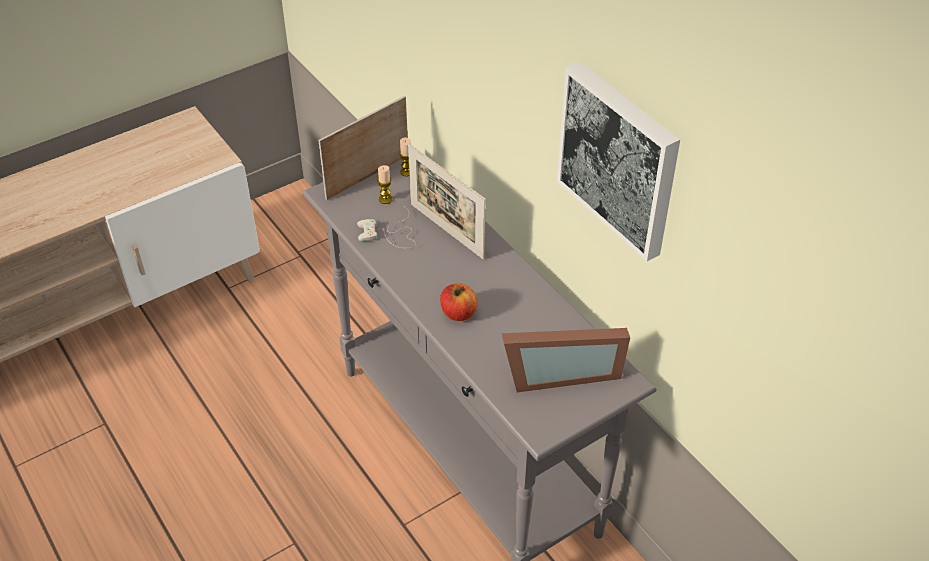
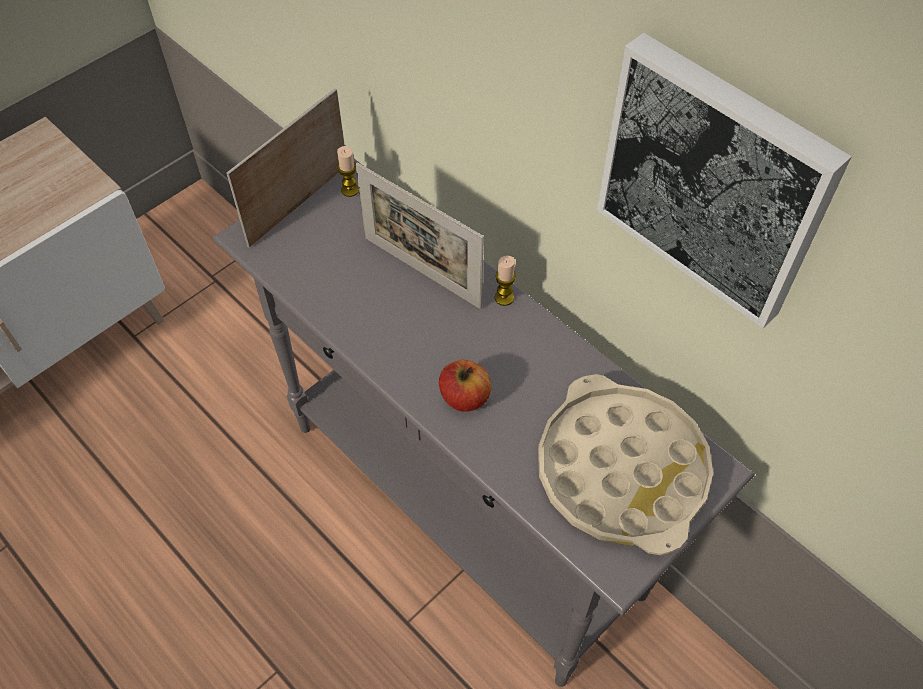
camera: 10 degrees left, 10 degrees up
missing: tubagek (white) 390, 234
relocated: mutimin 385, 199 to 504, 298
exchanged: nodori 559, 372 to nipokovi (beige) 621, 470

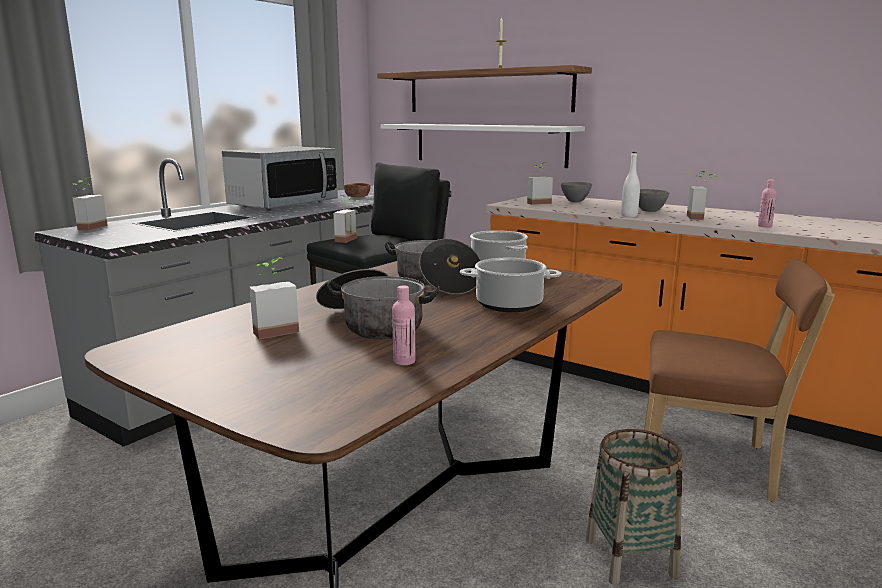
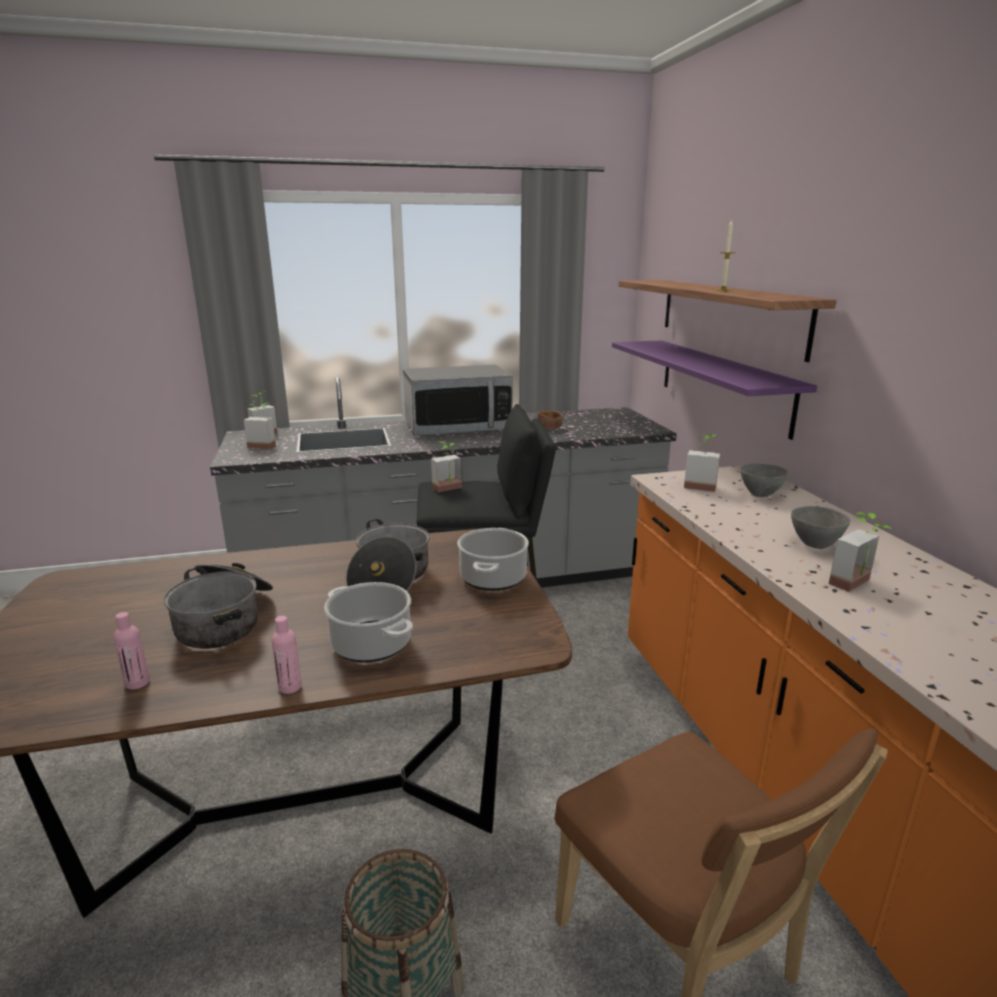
camera: 40 degrees right, 5 degrees up
missing: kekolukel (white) 629, 216
relocated: kekolukel (pink) 764, 226 to 290, 687; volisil 273, 330 to 264, 445
colour: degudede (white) 488, 144 to degudede (purple) 722, 384

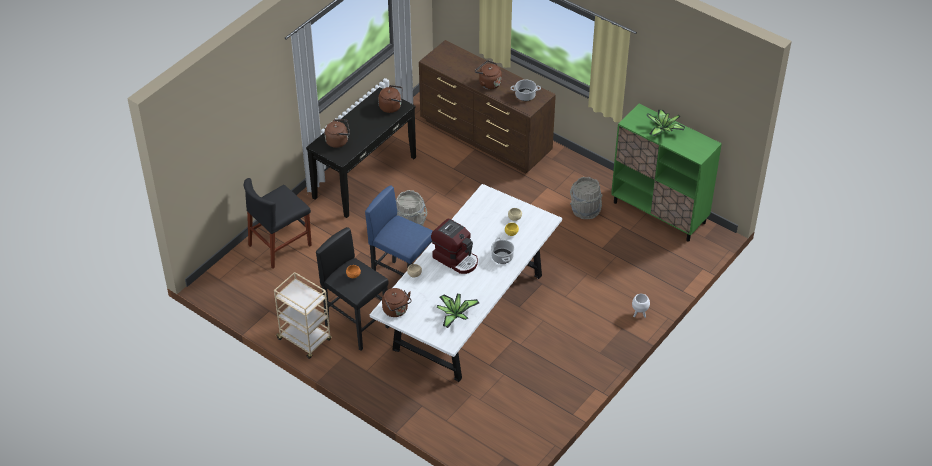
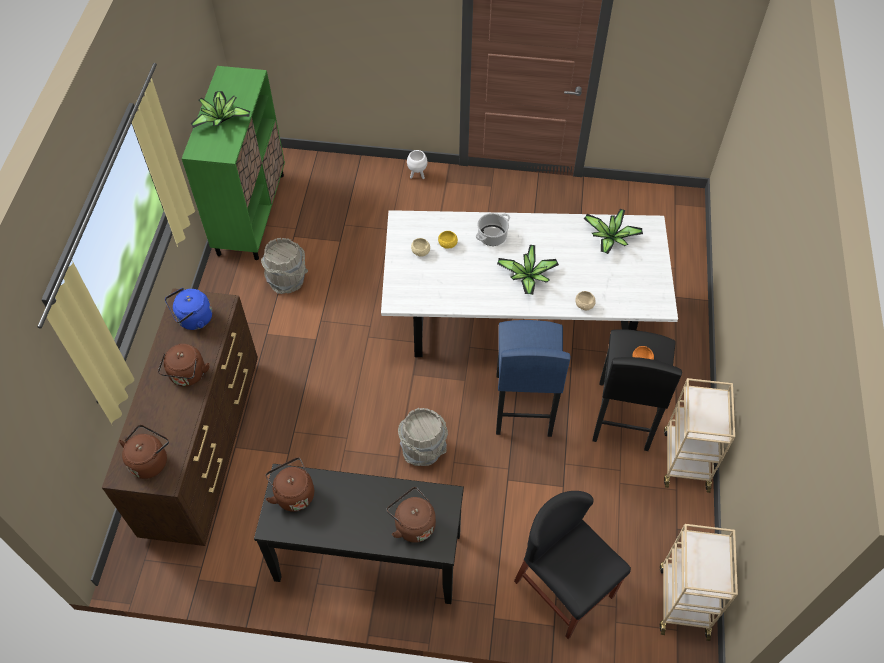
camera: 120 degrees left, 10 degrees up
appeared: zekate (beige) 683, 600
relocated: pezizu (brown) 396, 310 to 150, 460
exchanged: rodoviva 525, 95 to pezizu (blue) 193, 319; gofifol 456, 259 to volisil 528, 277
spun: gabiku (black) 280, 245 = 564, 589 150 degrees counterclockwise

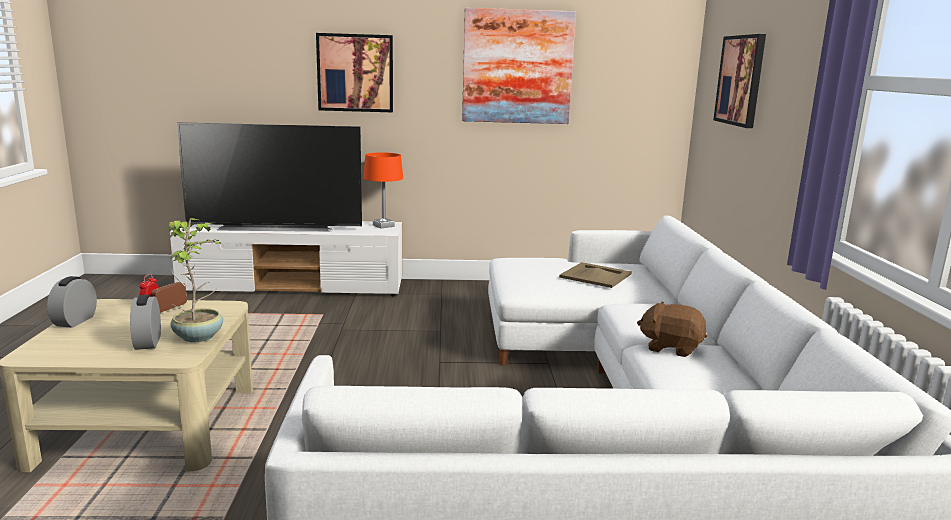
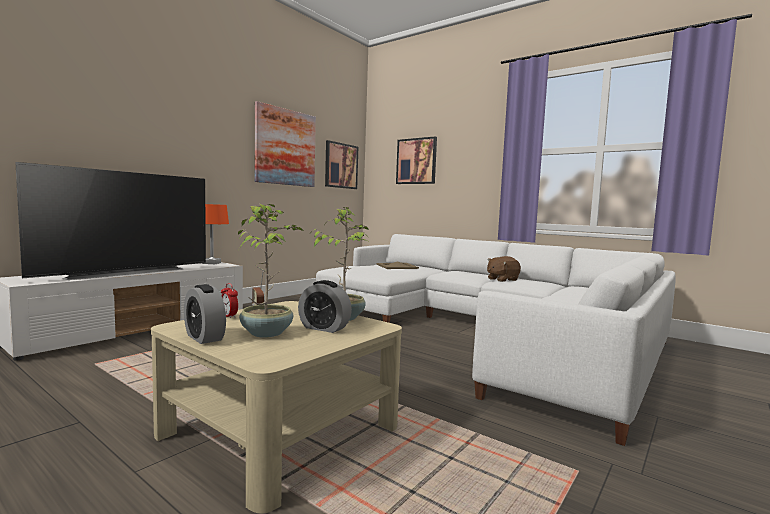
camera: 50 degrees left, 10 degrees down
appeared: volisil 267, 332
relocated: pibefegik 355, 73 to 341, 165

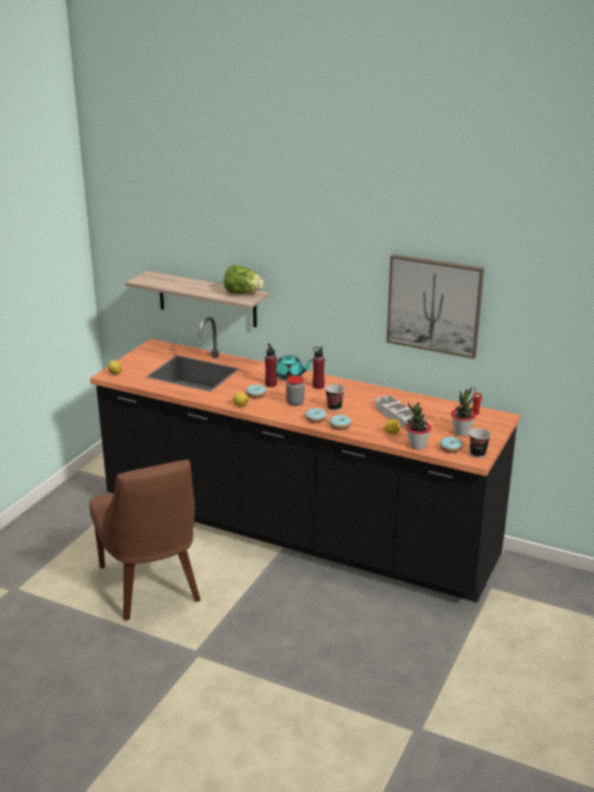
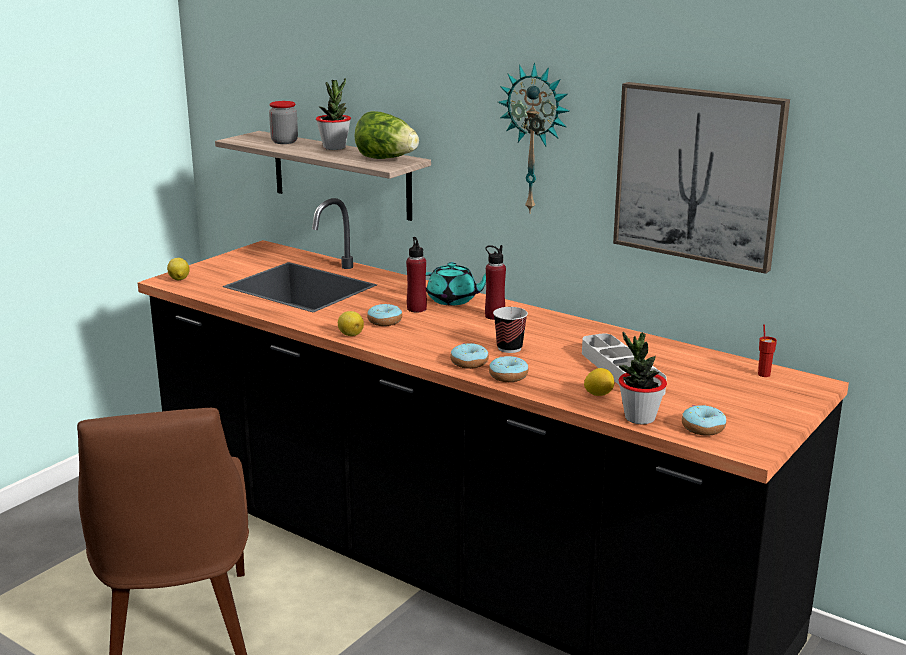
camera: 10 degrees right, 5 degrees down
missing: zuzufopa 478, 454
appeared: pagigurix 535, 139
relocated: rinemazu 295, 402 to 284, 142; volisil 462, 432 to 334, 147

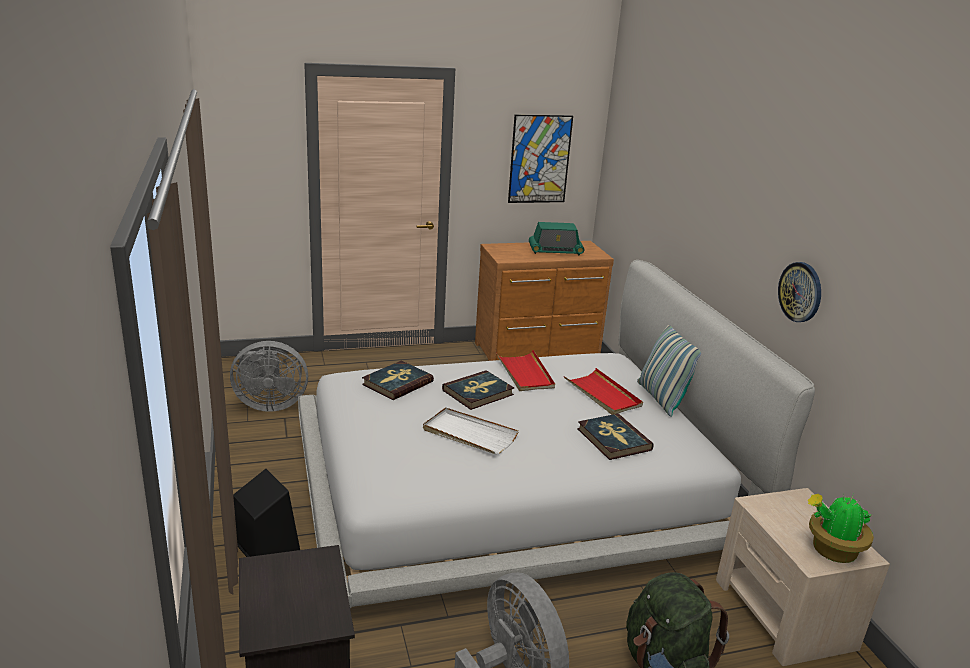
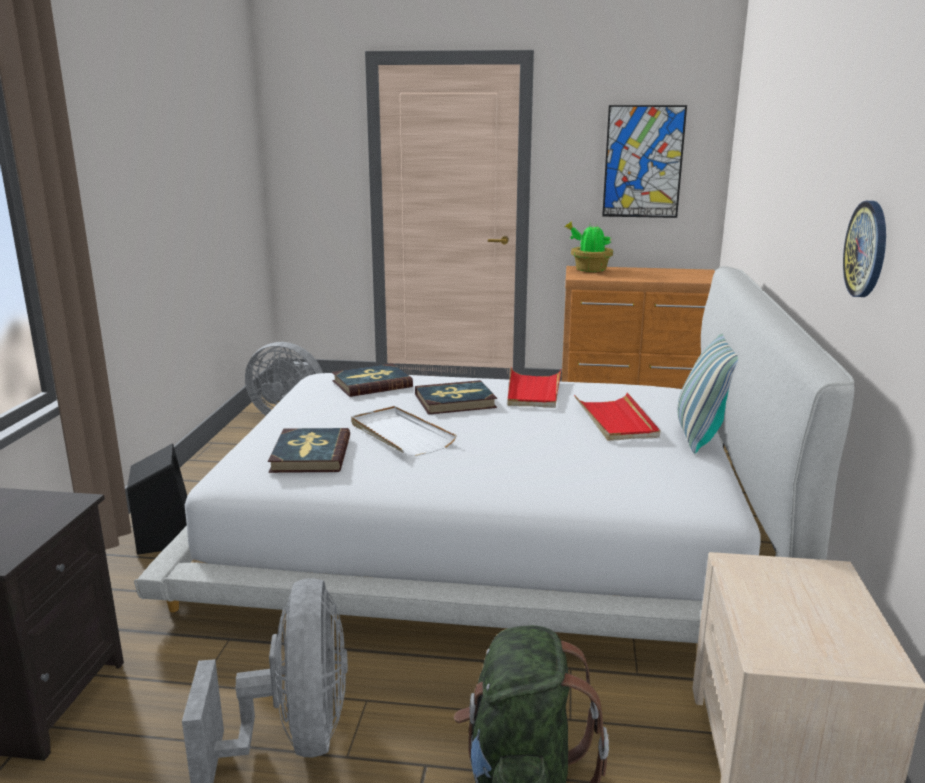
camera: 25 degrees right, 5 degrees down
missing: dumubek 555, 251
relocated: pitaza 613, 439 to 310, 455; volisil 832, 551 to 589, 270

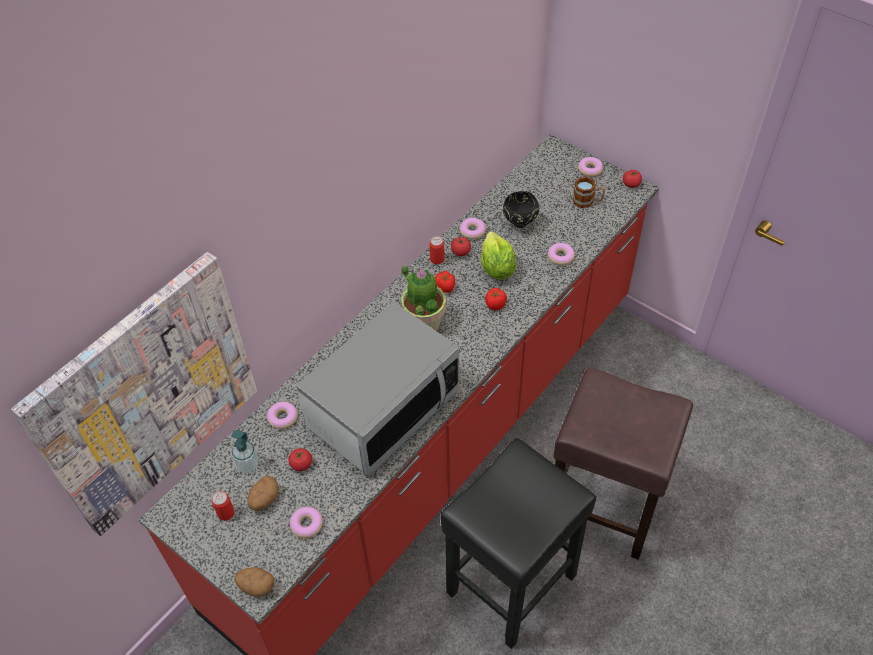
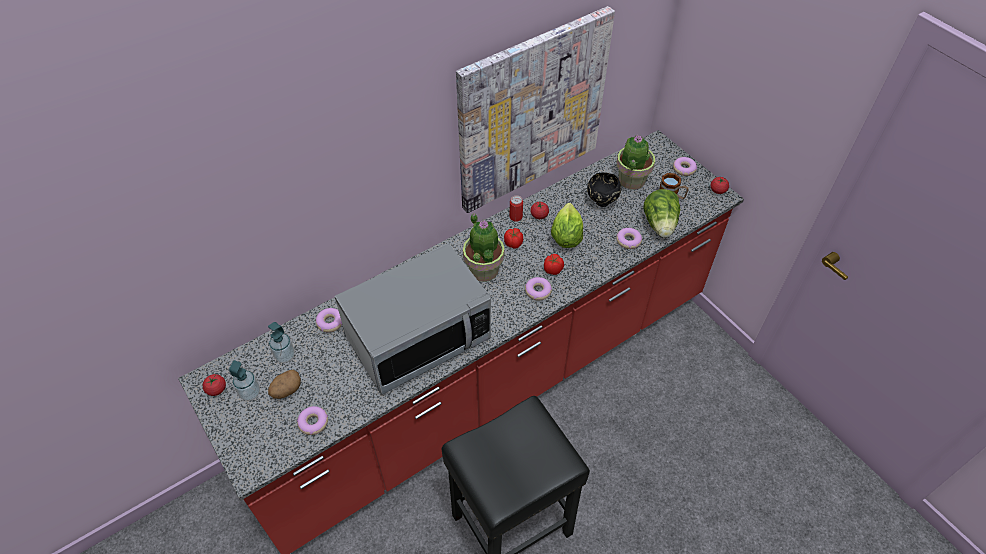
camera: 15 degrees right, 0 degrees up
missing: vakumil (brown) 605, 508; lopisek 256, 586
appeared: volisil 631, 180; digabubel 660, 225
relocated: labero 472, 231 to 538, 291; pibefegik 147, 395 to 531, 111; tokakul 301, 464 to 216, 389
exchanged: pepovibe 226, 513 to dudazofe 250, 393

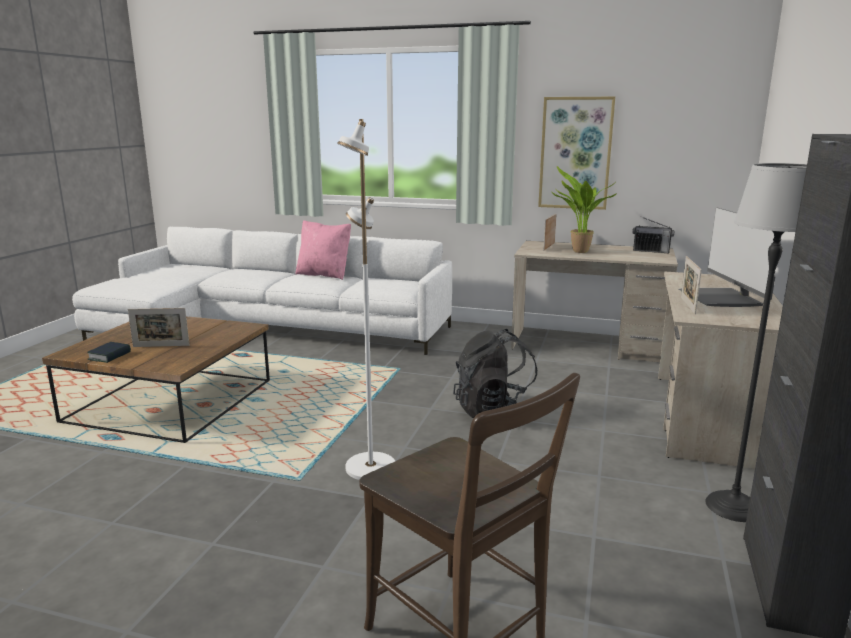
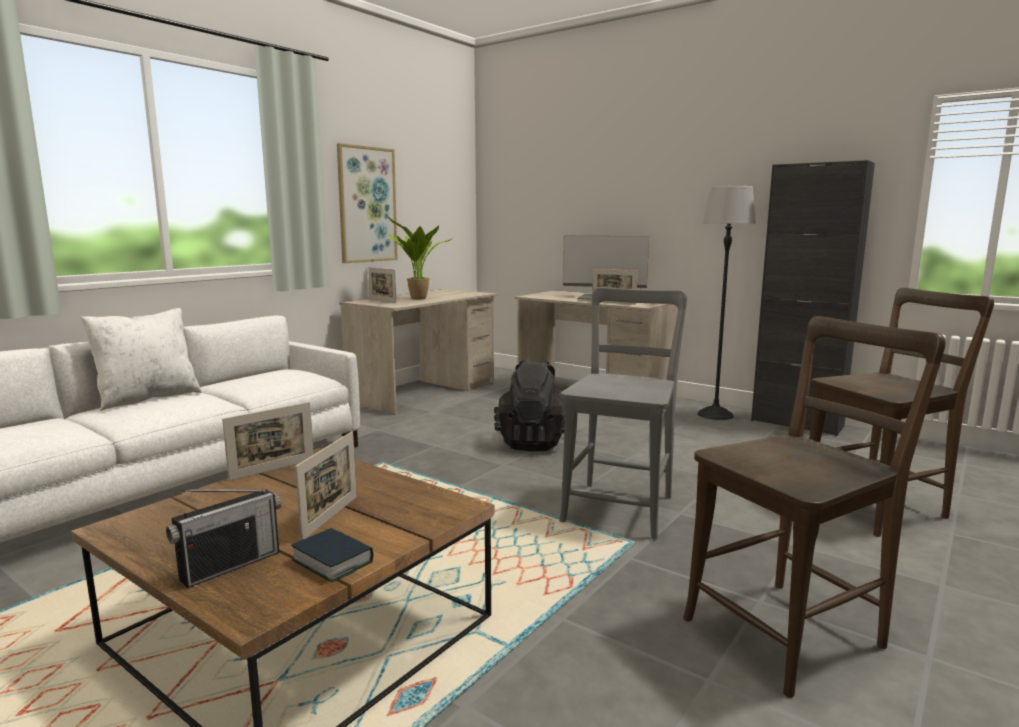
camera: 70 degrees left, 5 degrees down
appeared: gabiku (brown) 790, 630; nodori 273, 469
relocated: dumubek 651, 251 to 230, 565
exchanged: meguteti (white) 369, 468 to gabiku (grey) 620, 506
colour: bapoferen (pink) 324, 275 to bapoferen (white) 148, 398

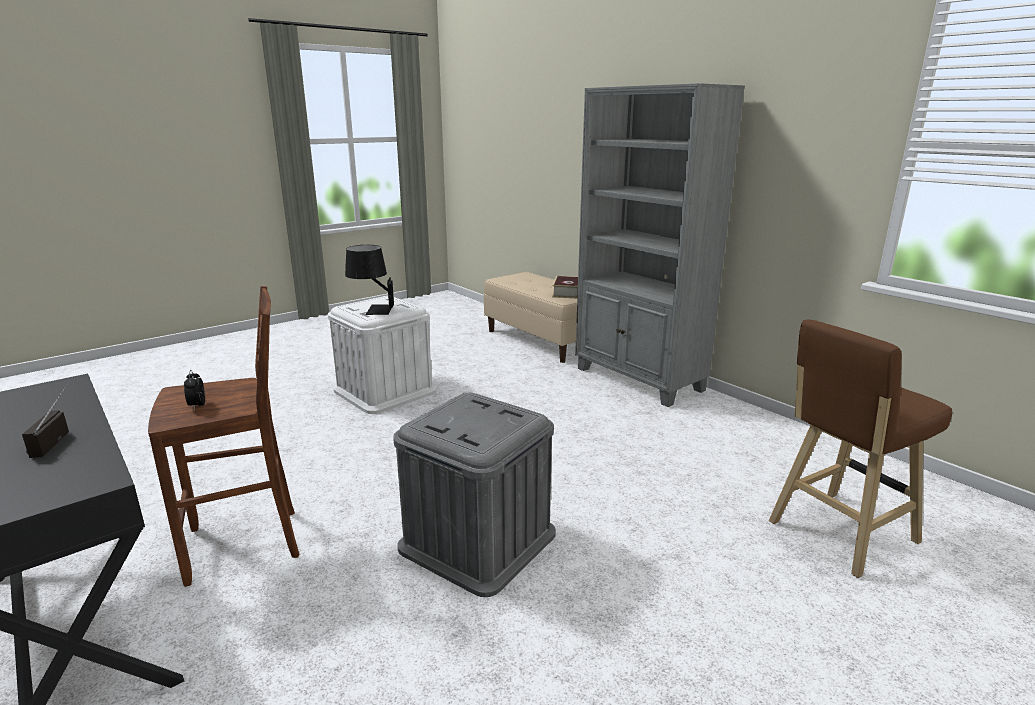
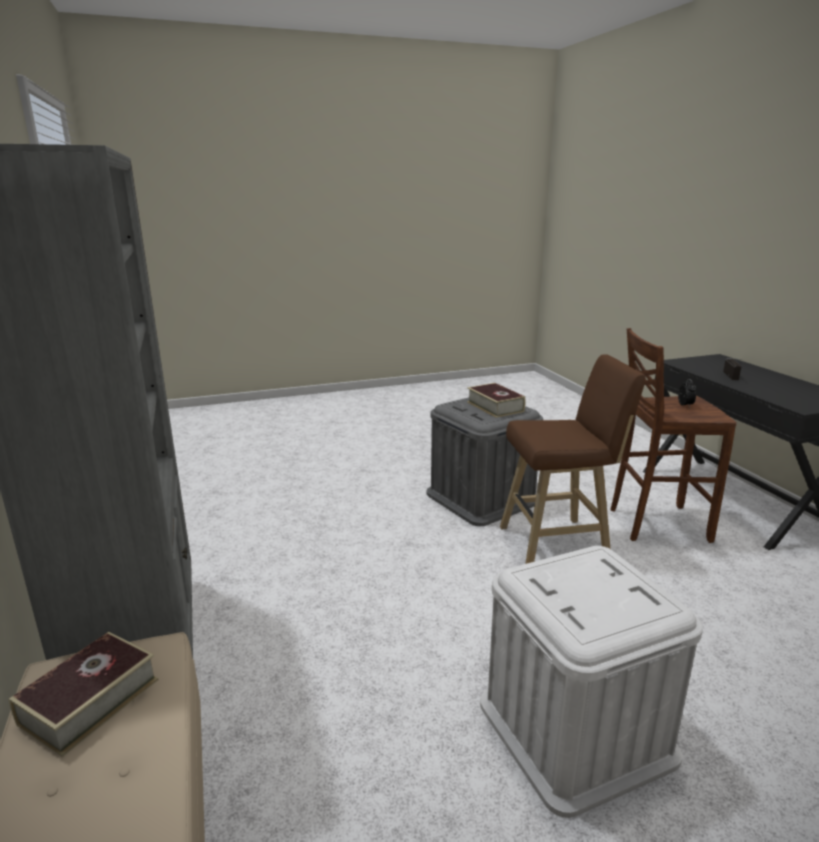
camera: 160 degrees left, 0 degrees up
missing: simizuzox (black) 371, 309
appeared: pitaza 495, 407
relocated: vakumil (brown) 838, 534 to 558, 544

